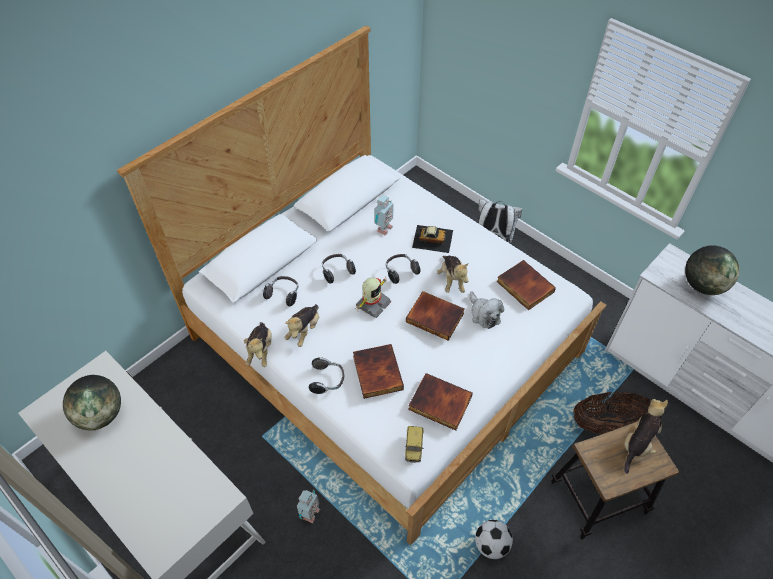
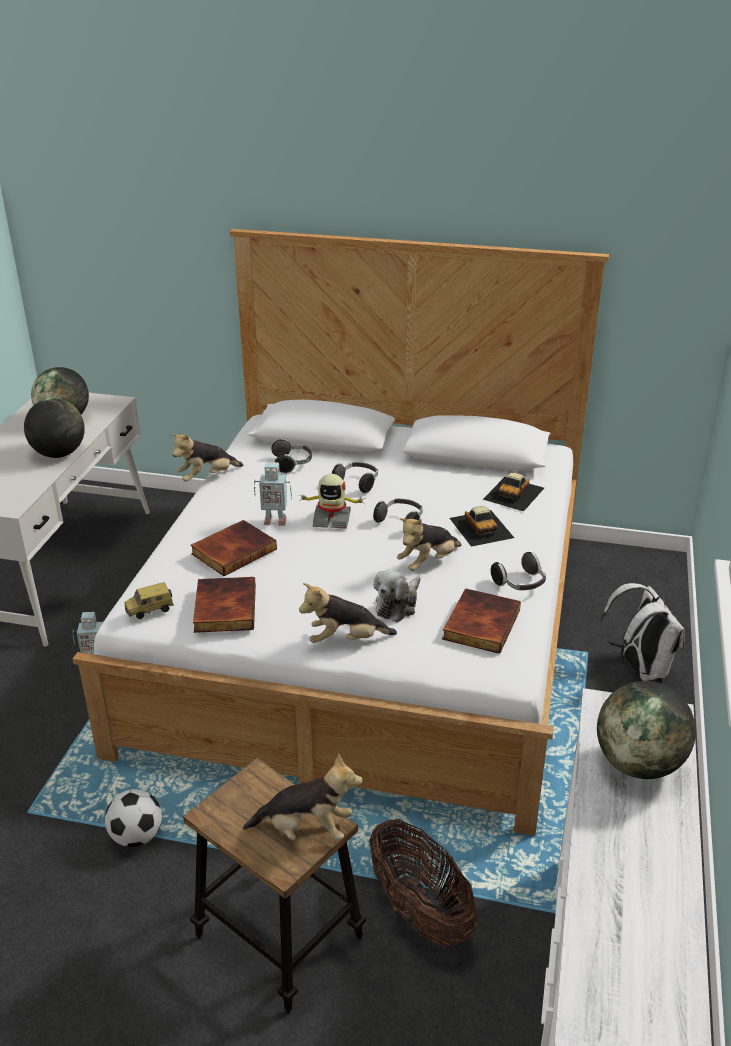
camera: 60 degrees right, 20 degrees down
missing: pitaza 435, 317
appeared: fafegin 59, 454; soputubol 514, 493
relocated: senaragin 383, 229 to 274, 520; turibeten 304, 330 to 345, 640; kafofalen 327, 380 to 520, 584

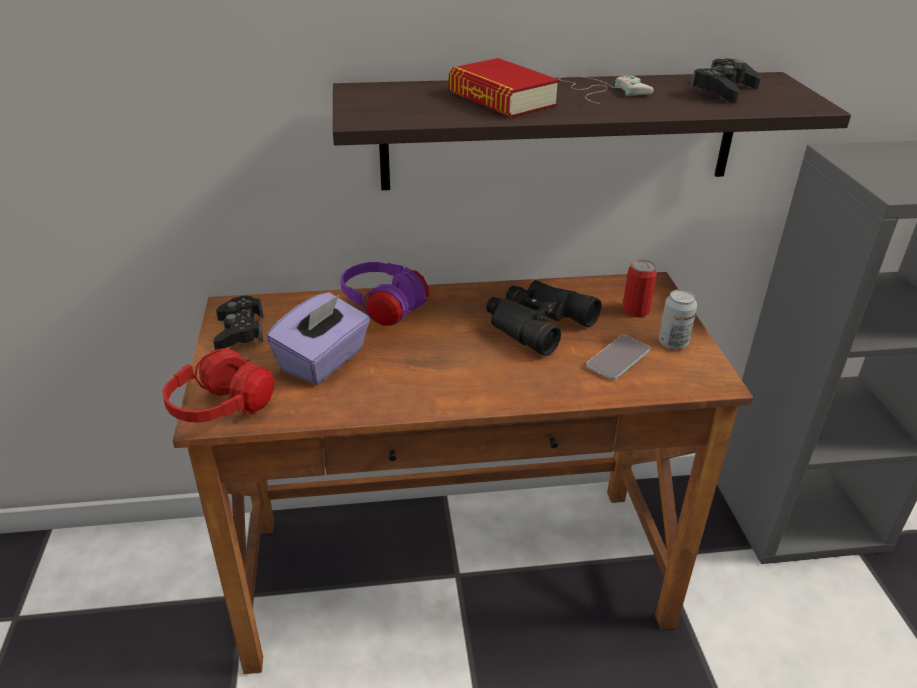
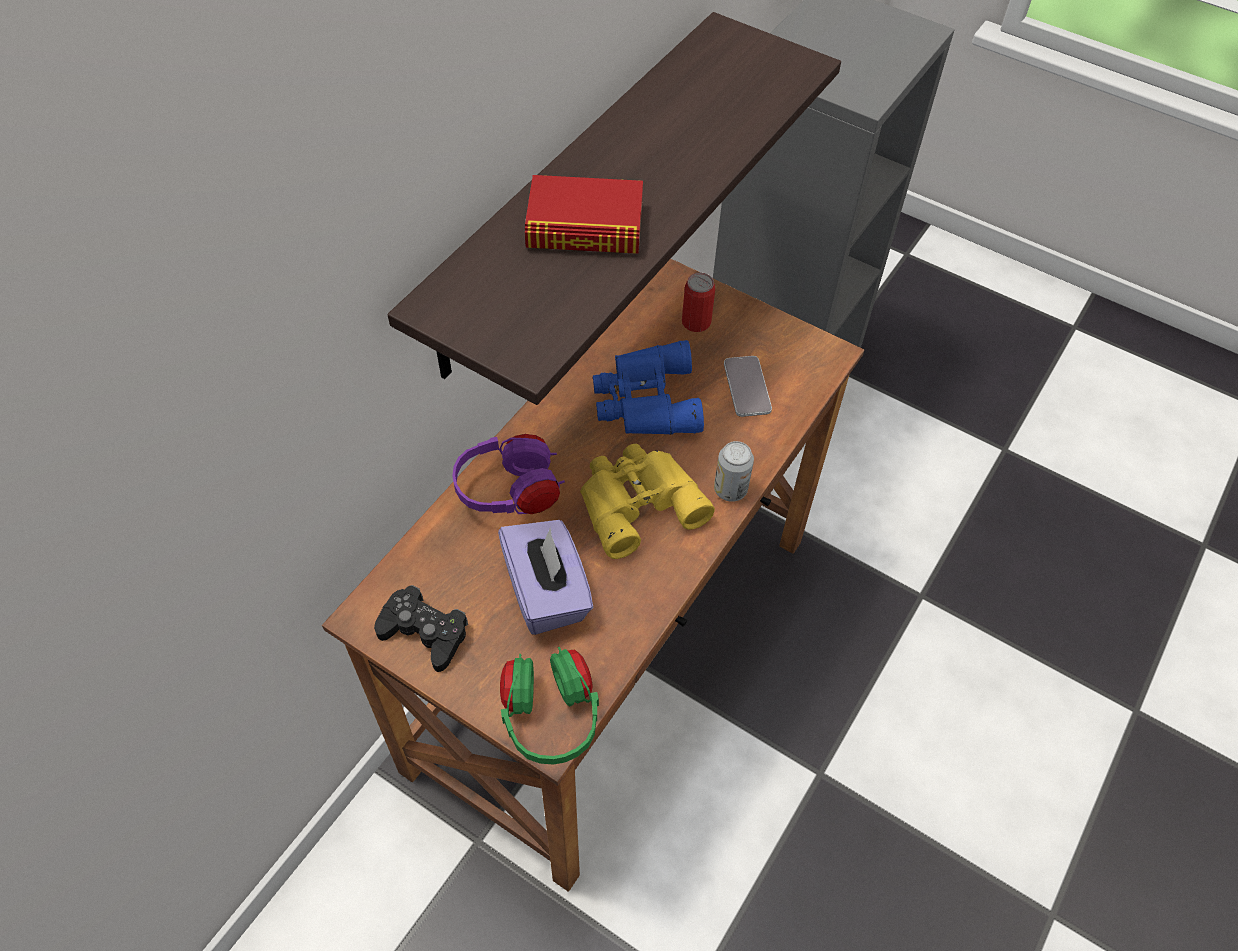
camera: 50 degrees left, 20 degrees up
missing: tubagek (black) 723, 91; tubagek (white) 600, 91
appeared: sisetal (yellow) 636, 501
relocated: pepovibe 673, 343 to 730, 489
colour: sisetal (black) 534, 323 to sisetal (blue) 644, 401; kafofalen (red) 223, 411 to kafofalen (green) 550, 717

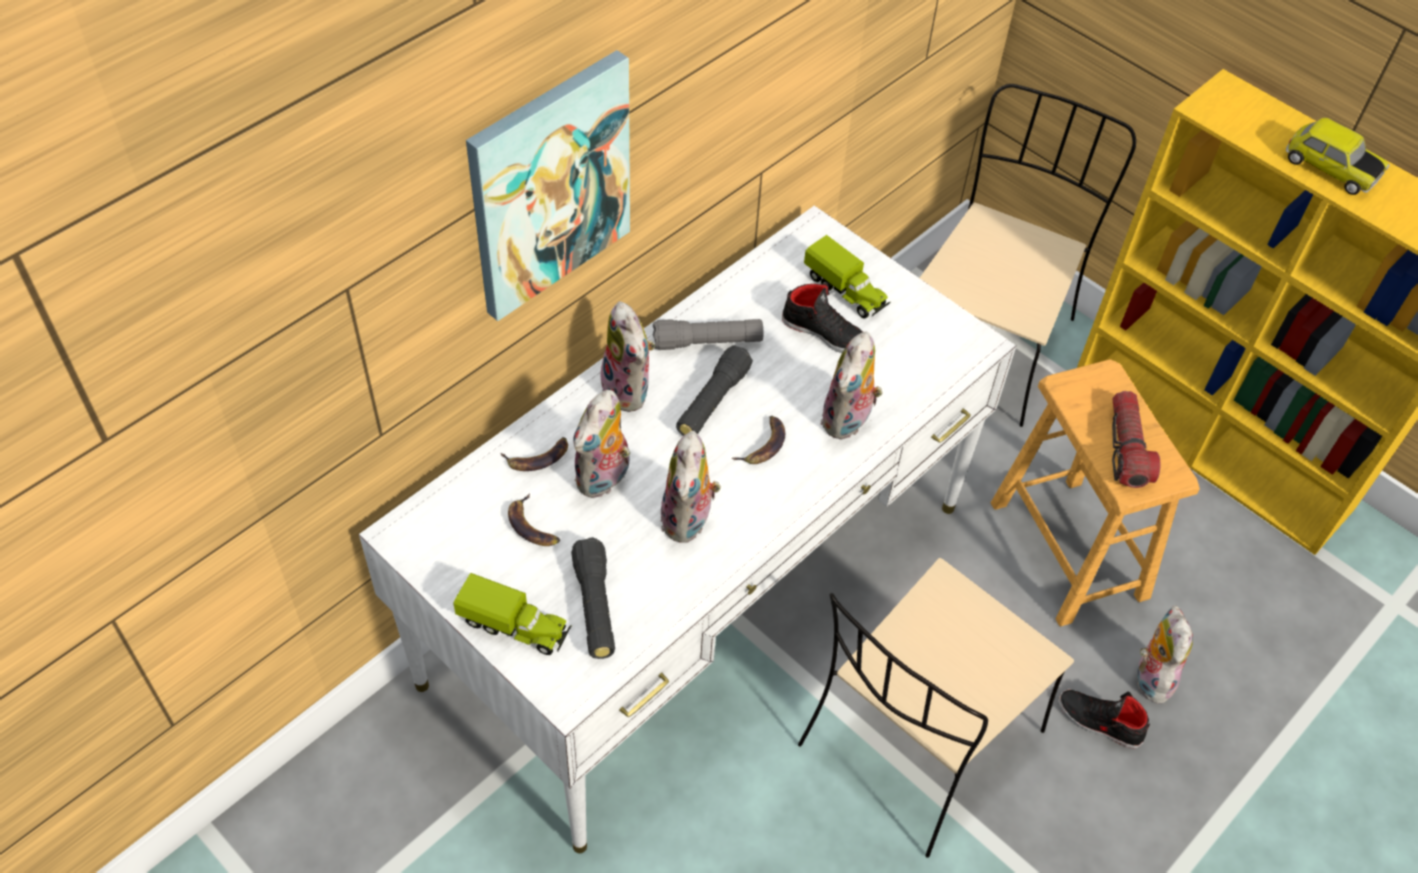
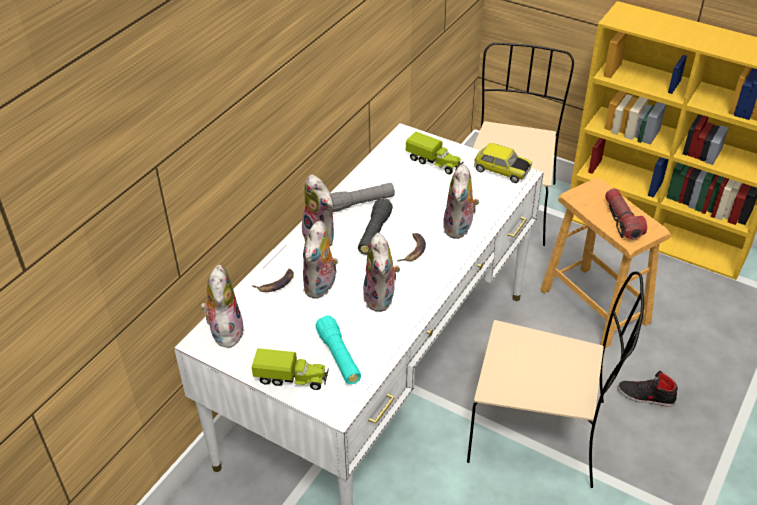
camera: 10 degrees left, 10 degrees down
missing: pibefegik 549, 185; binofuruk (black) 825, 332; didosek 532, 526
relocated: soputubol 1330, 168 to 501, 171; turibeten 1150, 676 to 225, 331
colour: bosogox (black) 595, 606 to bosogox (turquoise) 339, 357
spun: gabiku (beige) 917, 742 = 541, 432 105 degrees counterclockwise

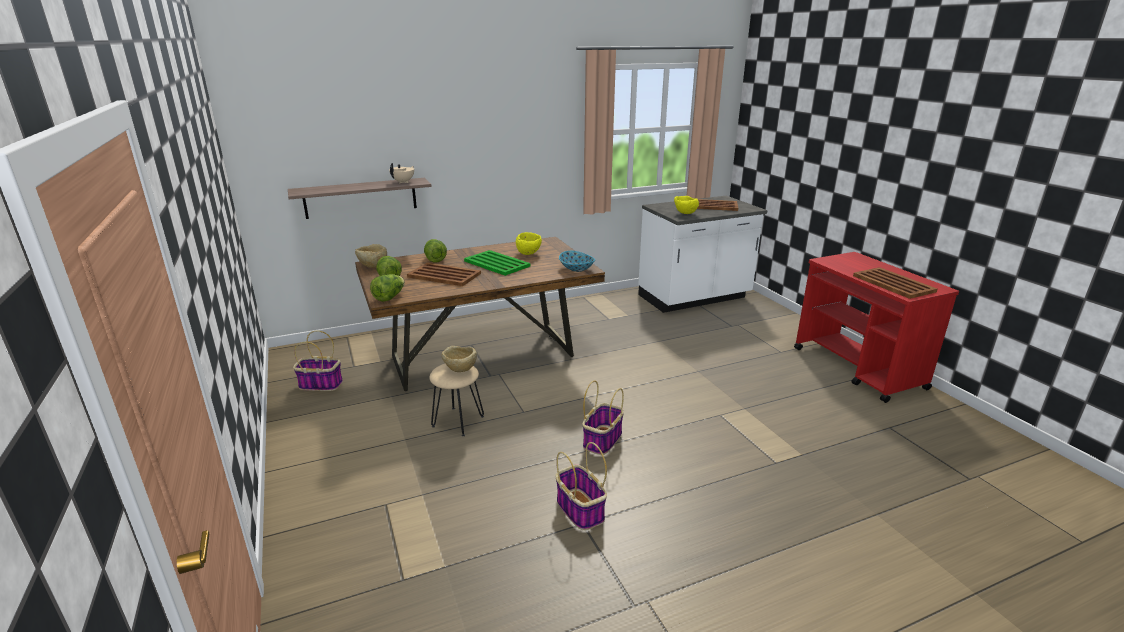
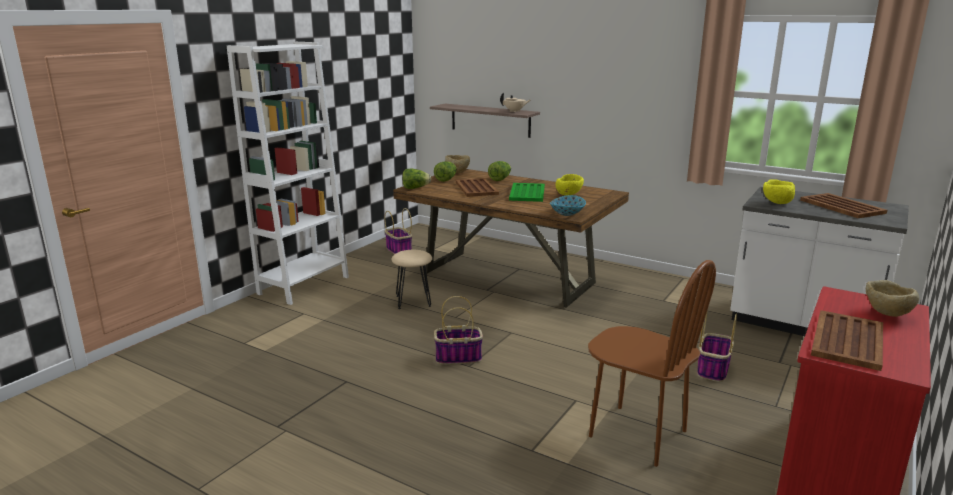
camera: 55 degrees right, 5 degrees down
appeared: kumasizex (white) 304, 285; gabiku (brown) 637, 434
relocated: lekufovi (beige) 460, 371 to 886, 314; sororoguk 579, 509 to 712, 369

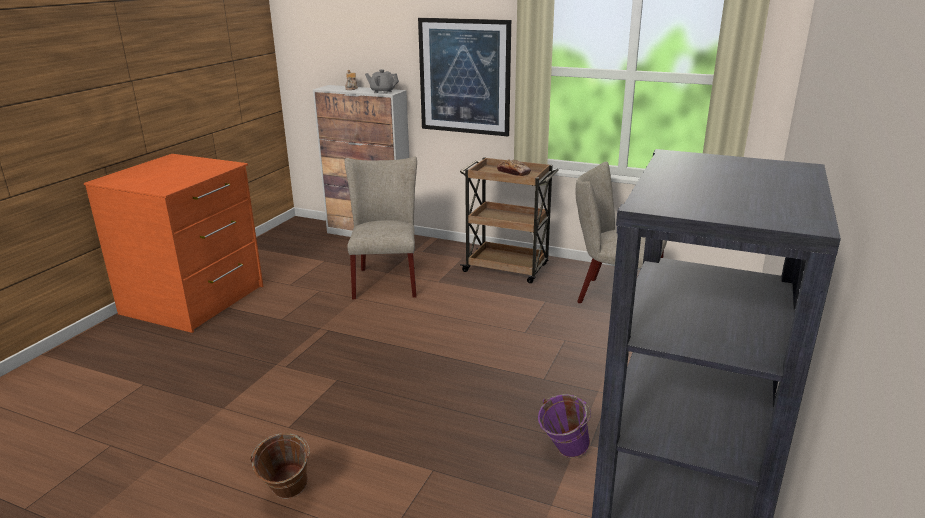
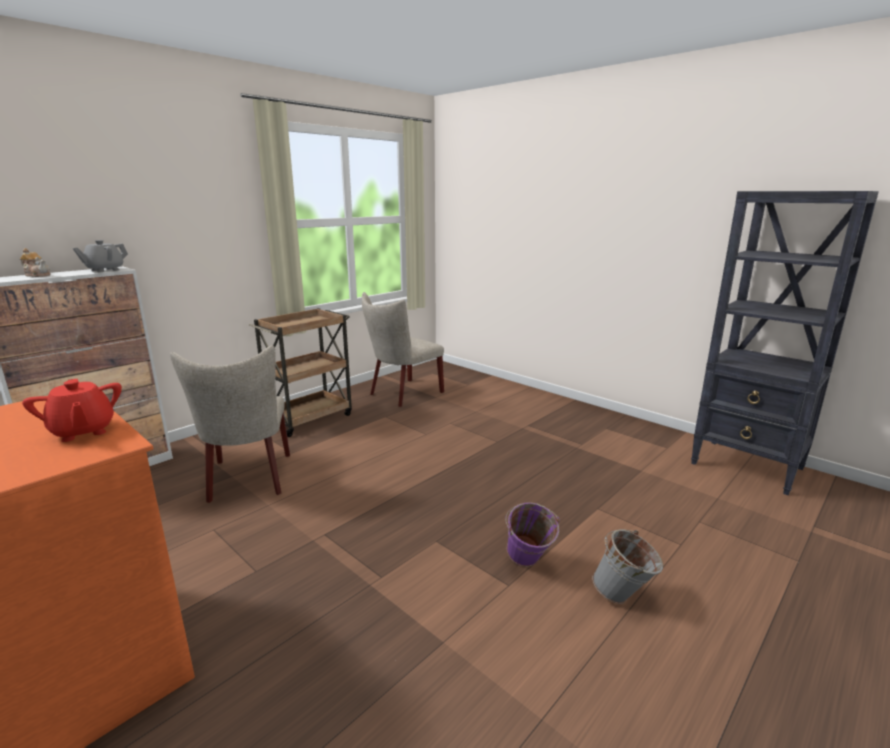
camera: 70 degrees left, 5 degrees down
missing: pibefegik 464, 77; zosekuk 513, 172
appeared: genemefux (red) 83, 431
relocated: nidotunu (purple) 563, 453 to 528, 564
colour: nidotunu (brown) 287, 497 to nidotunu (grey) 624, 596
spun: gabiku (beige) 386, 280 = 249, 480 120 degrees counterclockwise

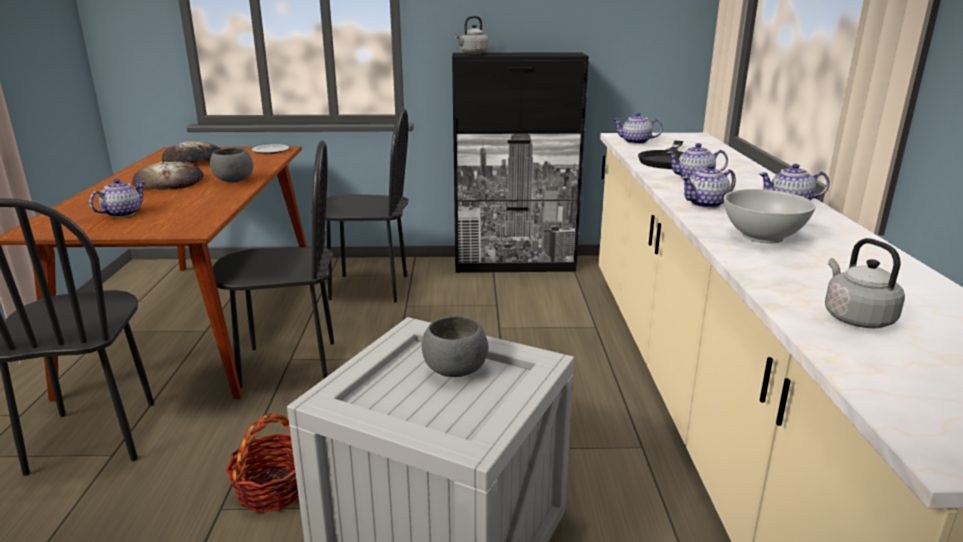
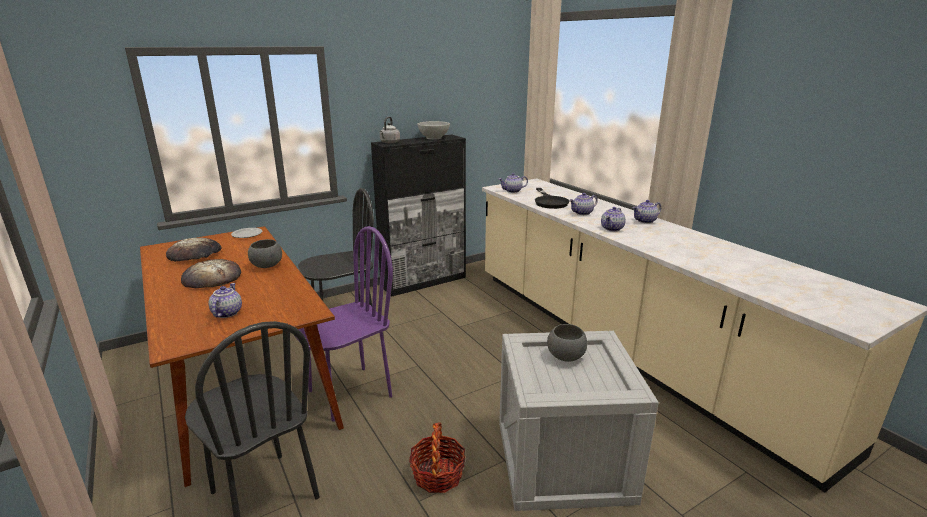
camera: 30 degrees left, 0 degrees up
missing: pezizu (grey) 855, 317
relocated: lekufovi (white) 762, 237 to 433, 138
colour: gabiku (black) 288, 364 to gabiku (purple) 350, 393

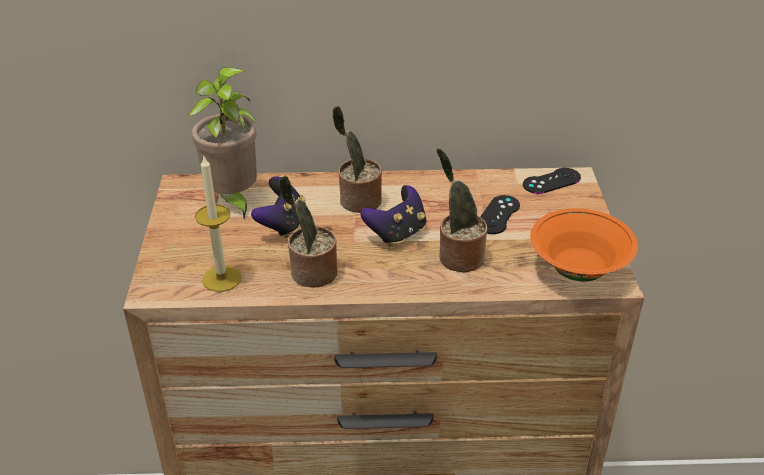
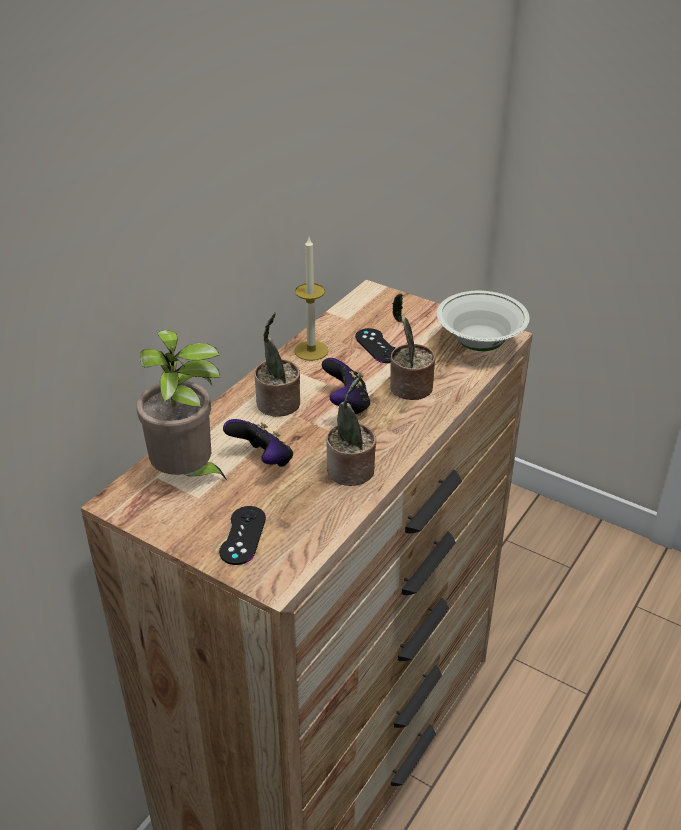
camera: 55 degrees left, 0 degrees up
relocated: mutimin 221, 278 to 311, 351; tubagek (black) 551, 181 to 243, 535
colour: lekufovi (orange) 578, 271 to lekufovi (white) 480, 344

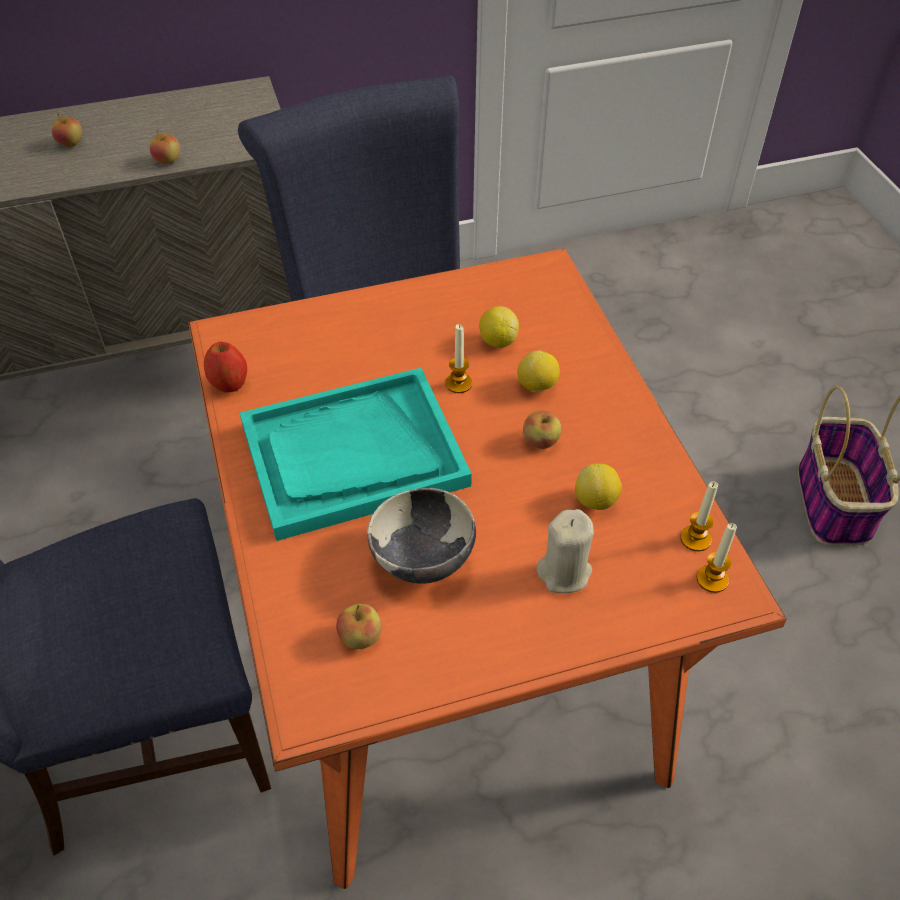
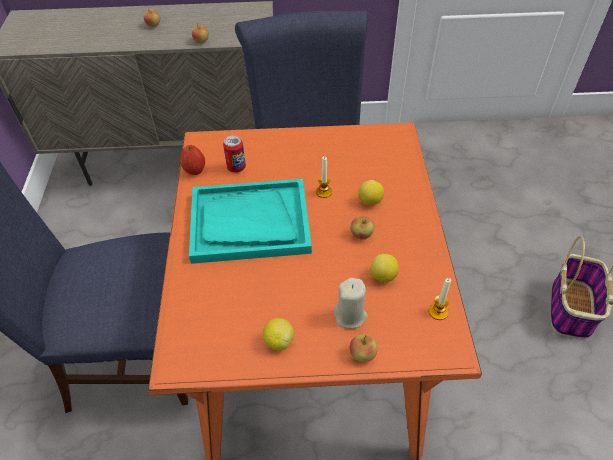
camera: 15 degrees right, 0 degrees up
missing: lekufovi 423, 560; mutimin 712, 579
appeared: pepovibe 236, 167
relocated: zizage 498, 341 to 278, 341; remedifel 360, 637 to 362, 354

